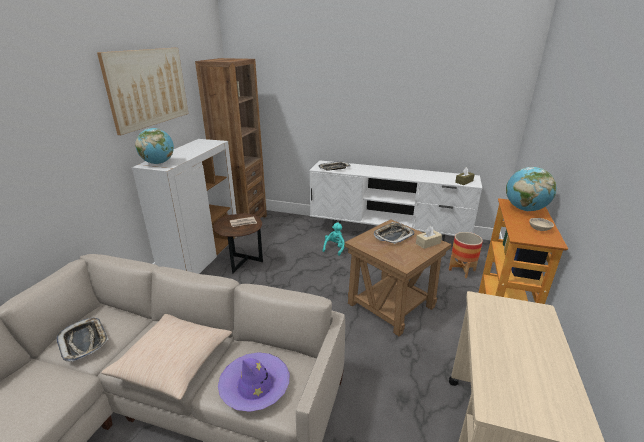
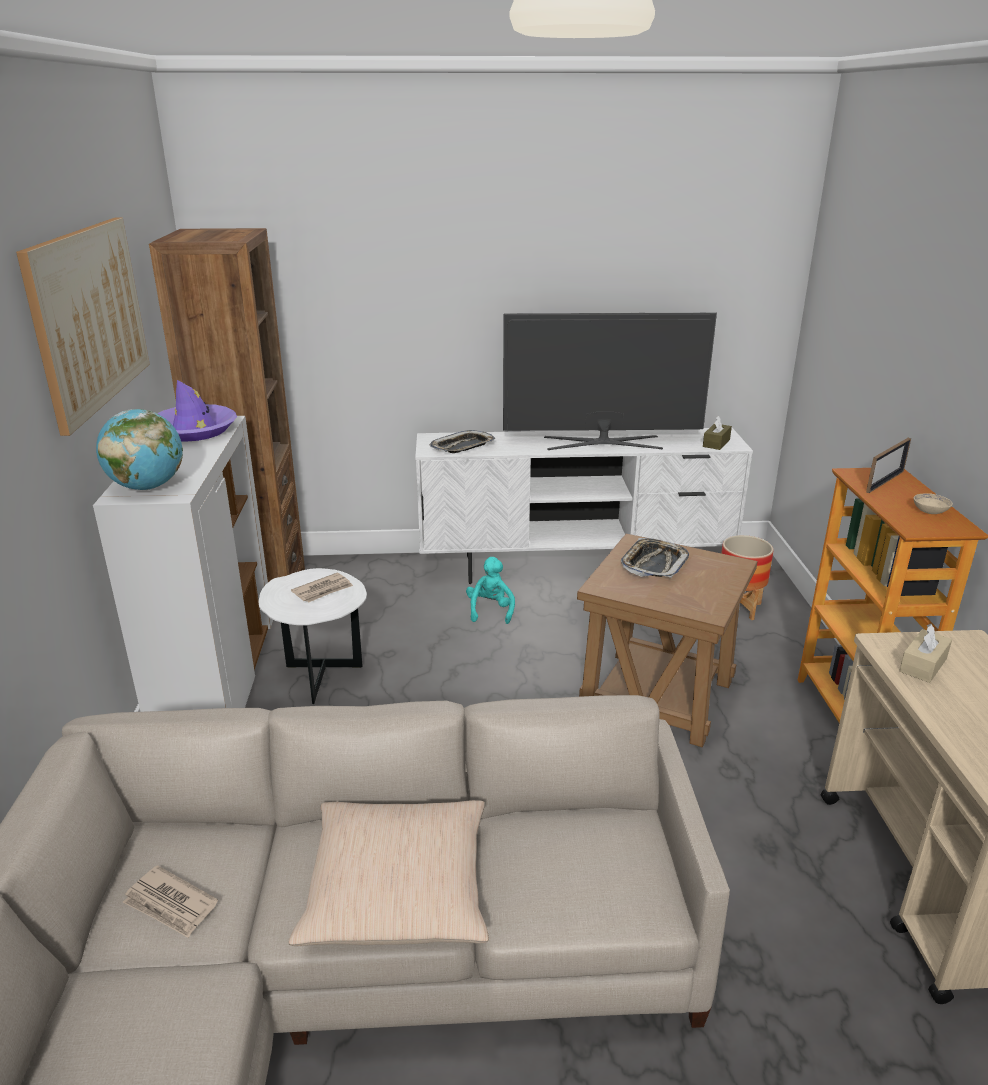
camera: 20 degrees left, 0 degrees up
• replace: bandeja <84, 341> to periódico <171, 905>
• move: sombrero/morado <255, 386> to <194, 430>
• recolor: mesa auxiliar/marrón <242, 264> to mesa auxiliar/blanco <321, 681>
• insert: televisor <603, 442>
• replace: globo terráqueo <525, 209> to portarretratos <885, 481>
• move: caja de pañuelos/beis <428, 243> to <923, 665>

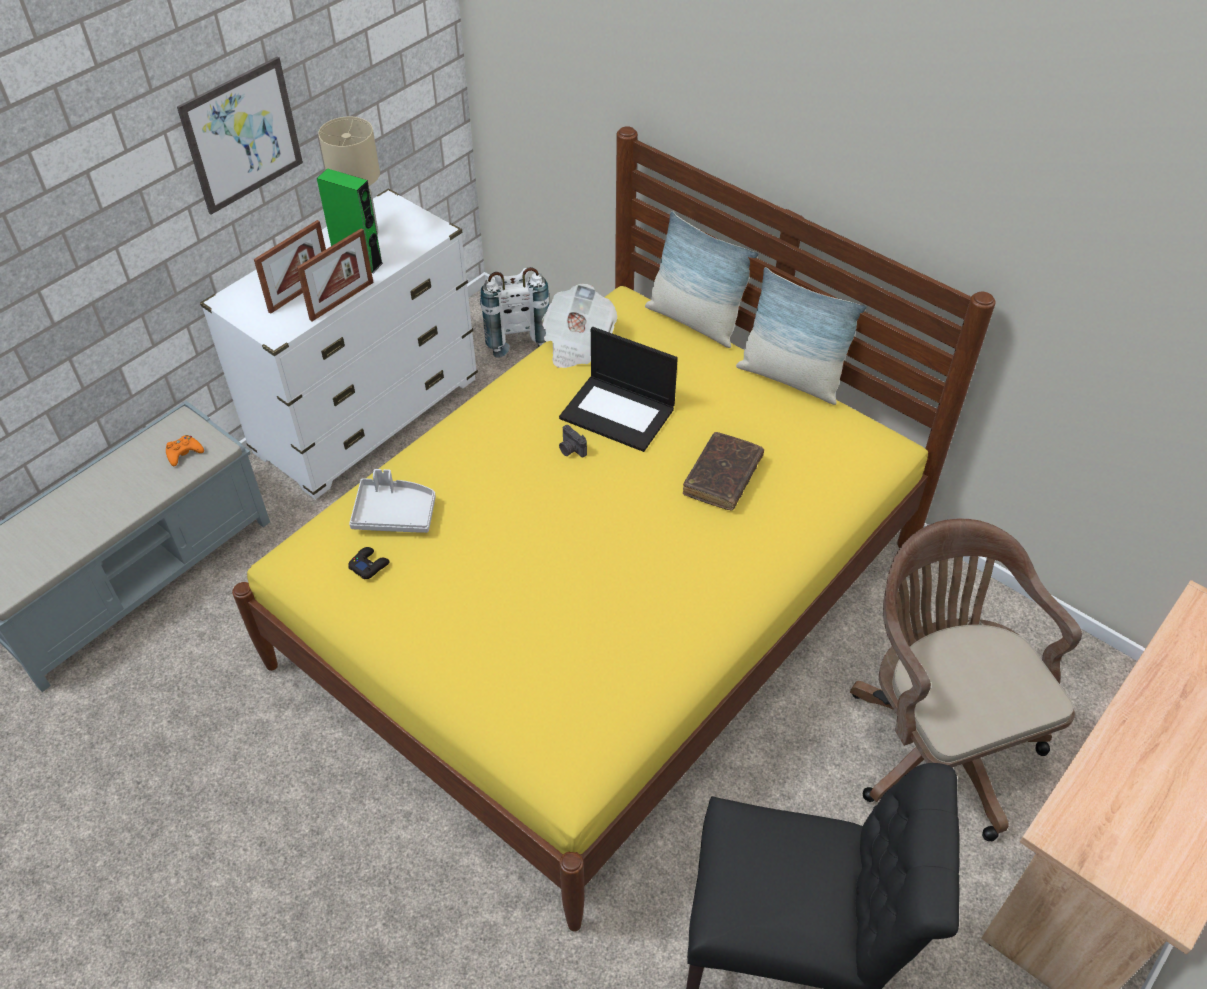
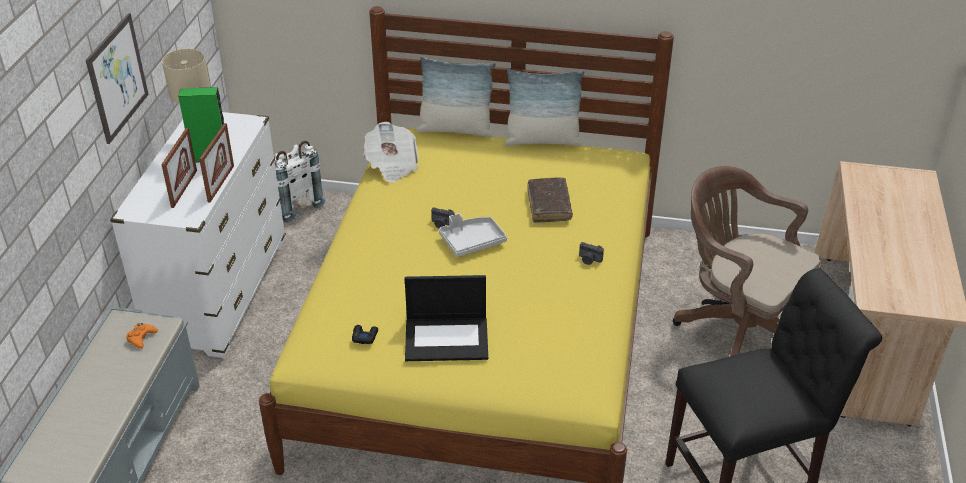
camera: 30 degrees left, 10 degrees down
• move: portátil <619, 413> to <447, 338>
• move: bandeja/gris <394, 513> to <472, 241>
• insert: cámara <589, 260>

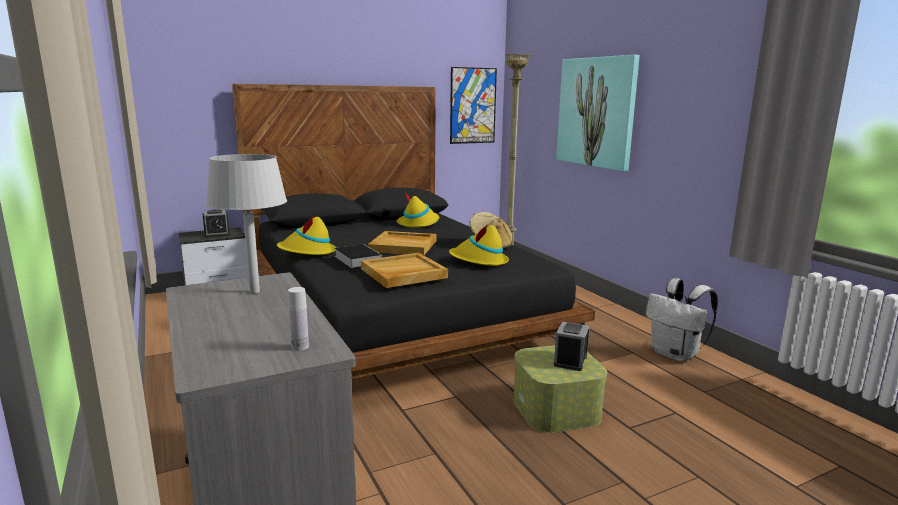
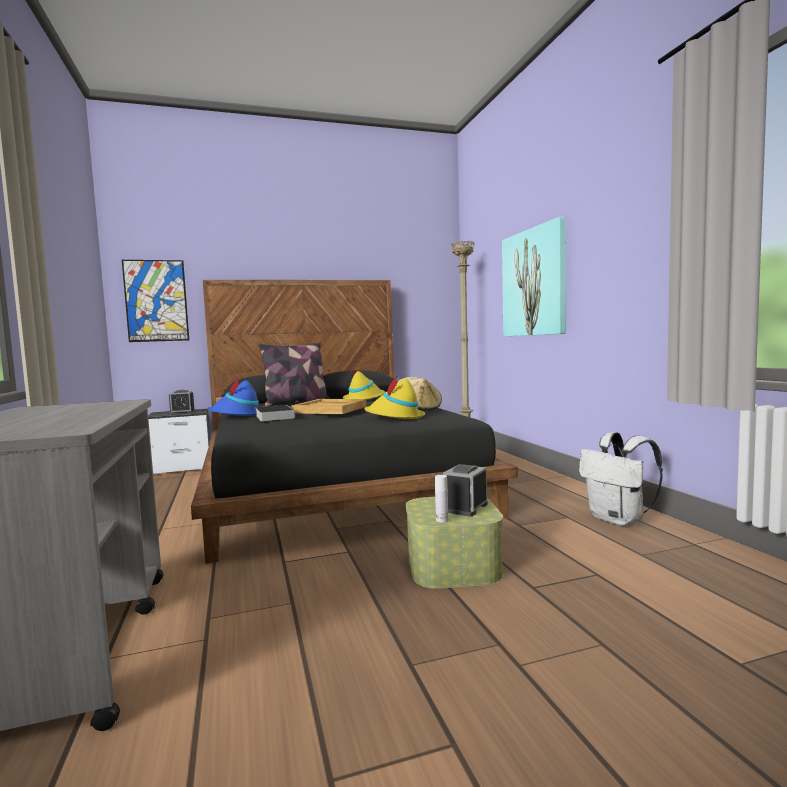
camera: 10 degrees right, 10 degrees down
• move: cuadro <473, 106> to <156, 301>
• recolor: sombrero/amarillo <307, 252> to sombrero/azul <237, 415>
• insert: cojín <296, 403>
• move: botella/blanco <300, 347> to <442, 520>
• delete: lámpara de mesa/gris <255, 291>
• delete: bandeja/beis <403, 273>

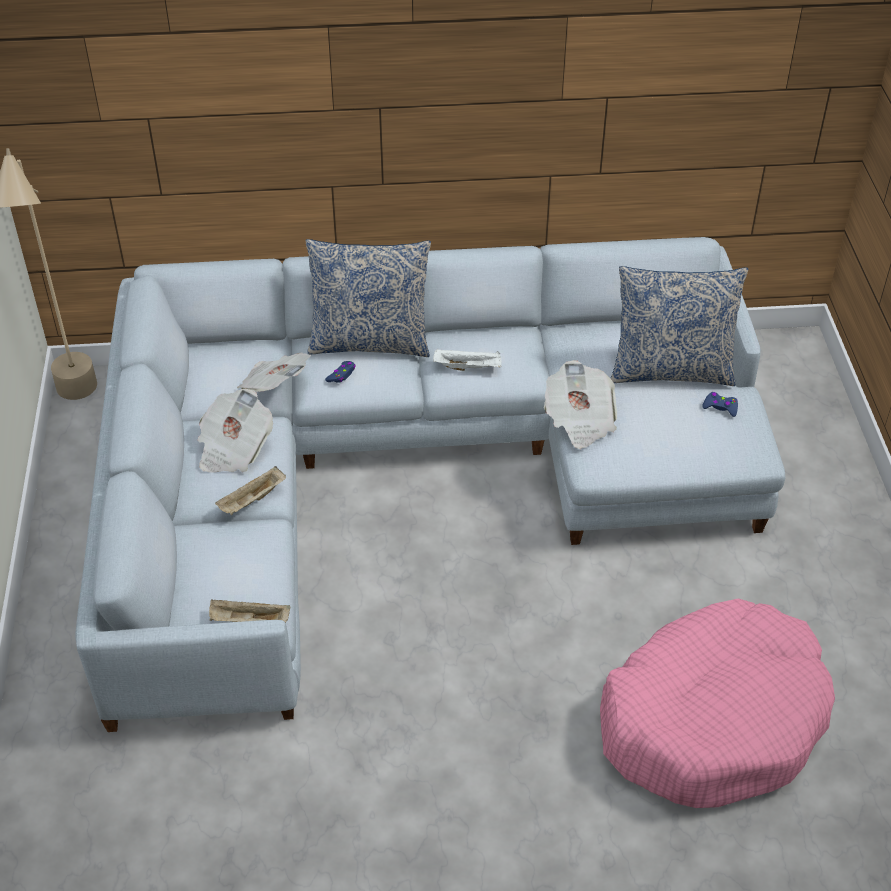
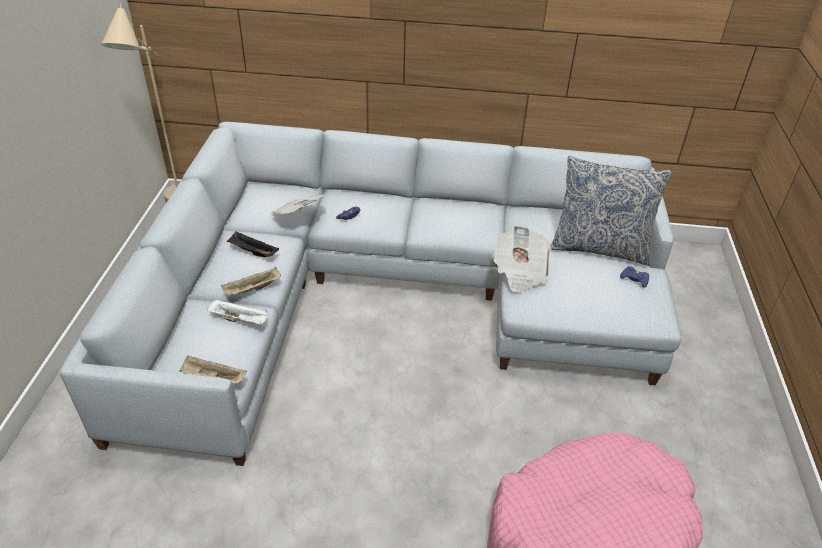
camera: 10 degrees right, 5 degrees down
• move: bandeja/blanco <468, 367> to <240, 319>
• replace: periódico <233, 448> to bandeja/negro <252, 252>
• delete: cojín <370, 342>

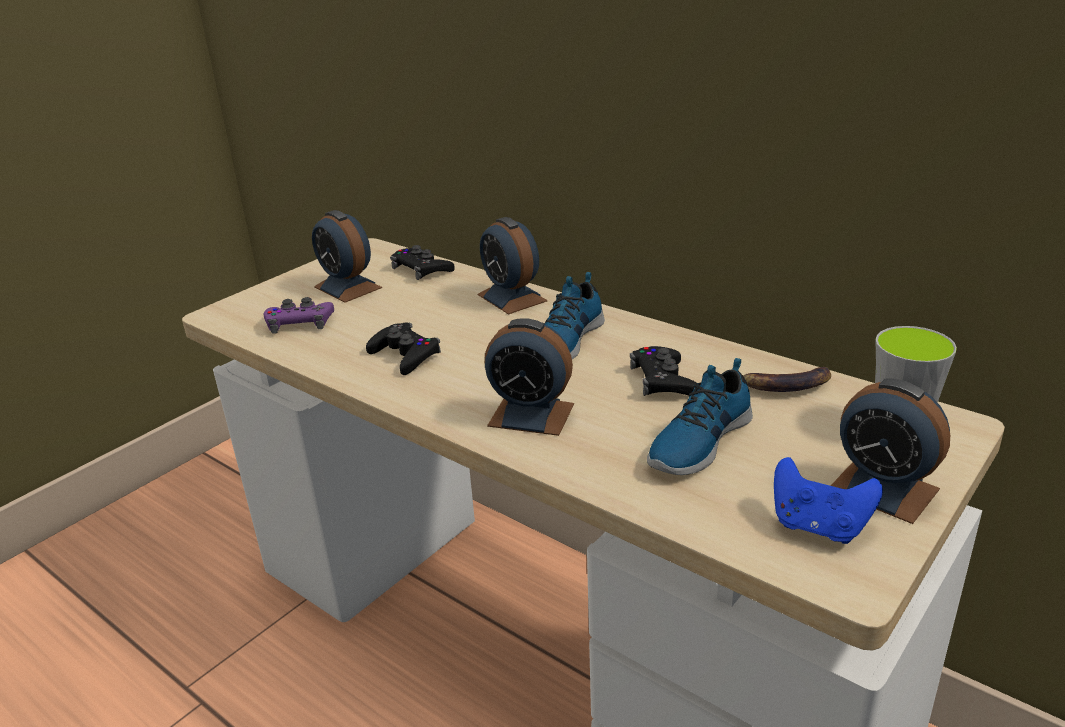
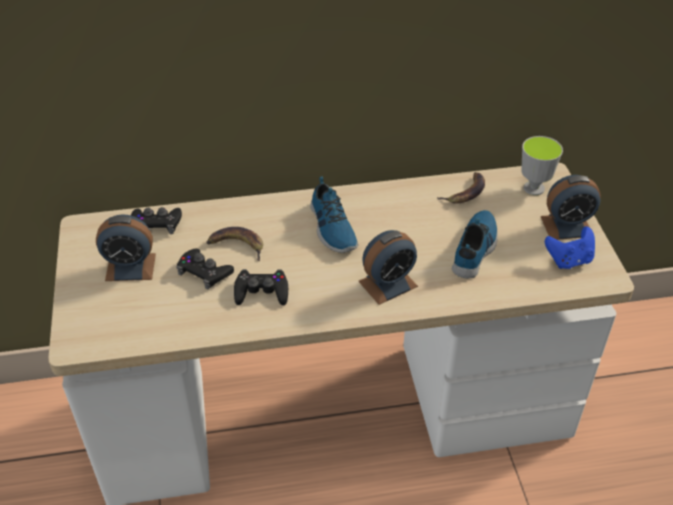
camera: 50 degrees left, 15 degrees up
• move: mando de consola/negro <663, 380> to <204, 272>
• insert: plátano <236, 245>
• rotate: zapato <698, 441> = <476, 248> 150 degrees counterclockwise
• delete: mando de consola/morado <300, 323>
• delete: despertador <512, 298>

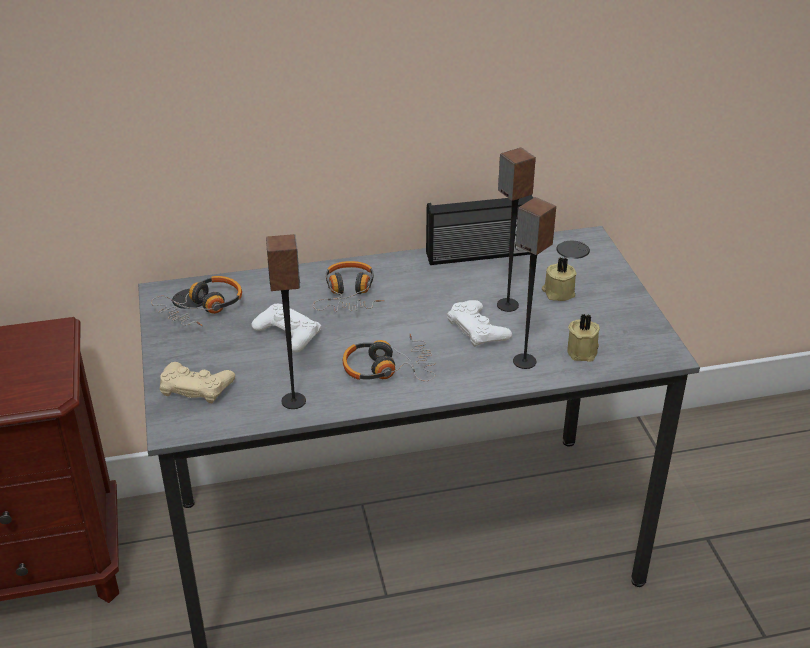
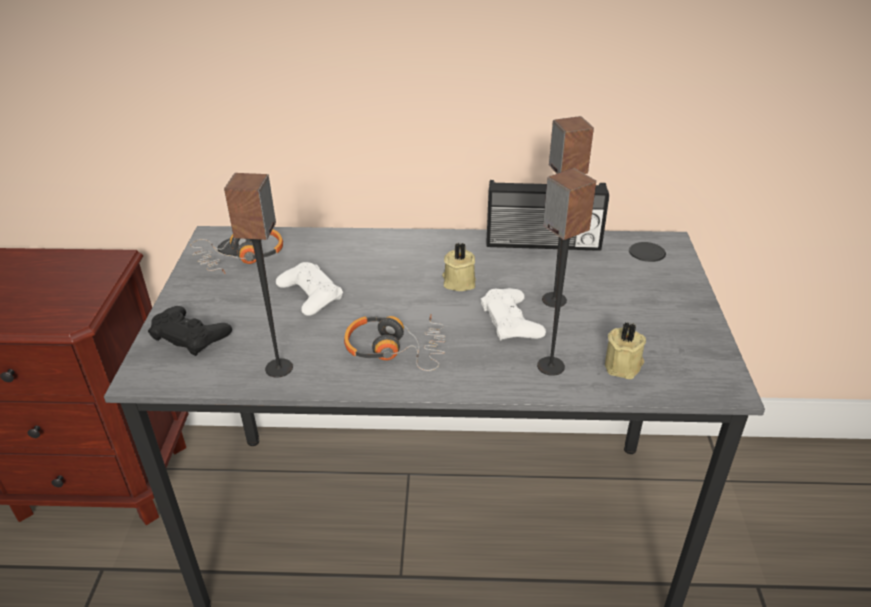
camera: 15 degrees right, 0 degrees up
• recolor: mando de consola/beis <196, 387> to mando de consola/negro <190, 335>
• move: vela/beis <558, 292> to <458, 282>
• delete: auriculares <349, 295>

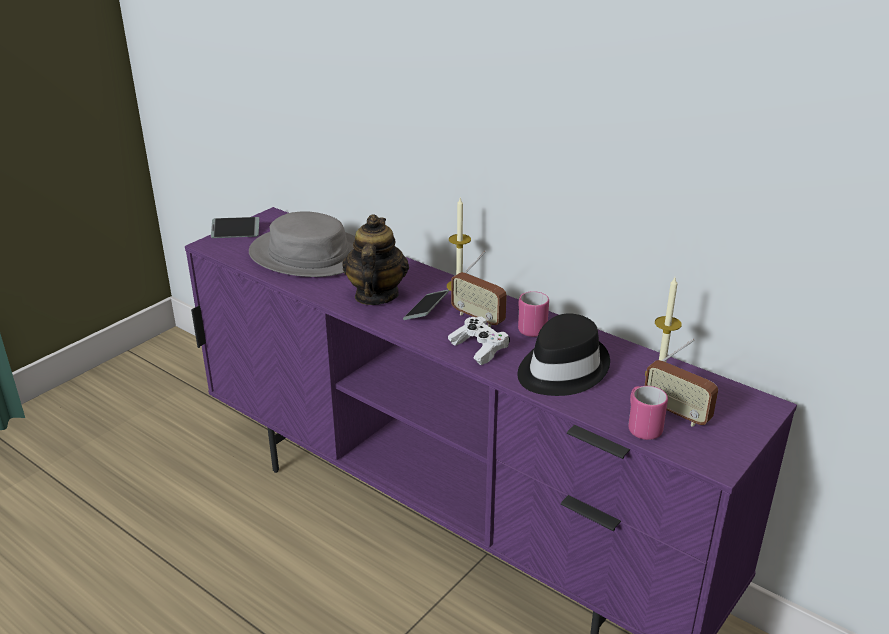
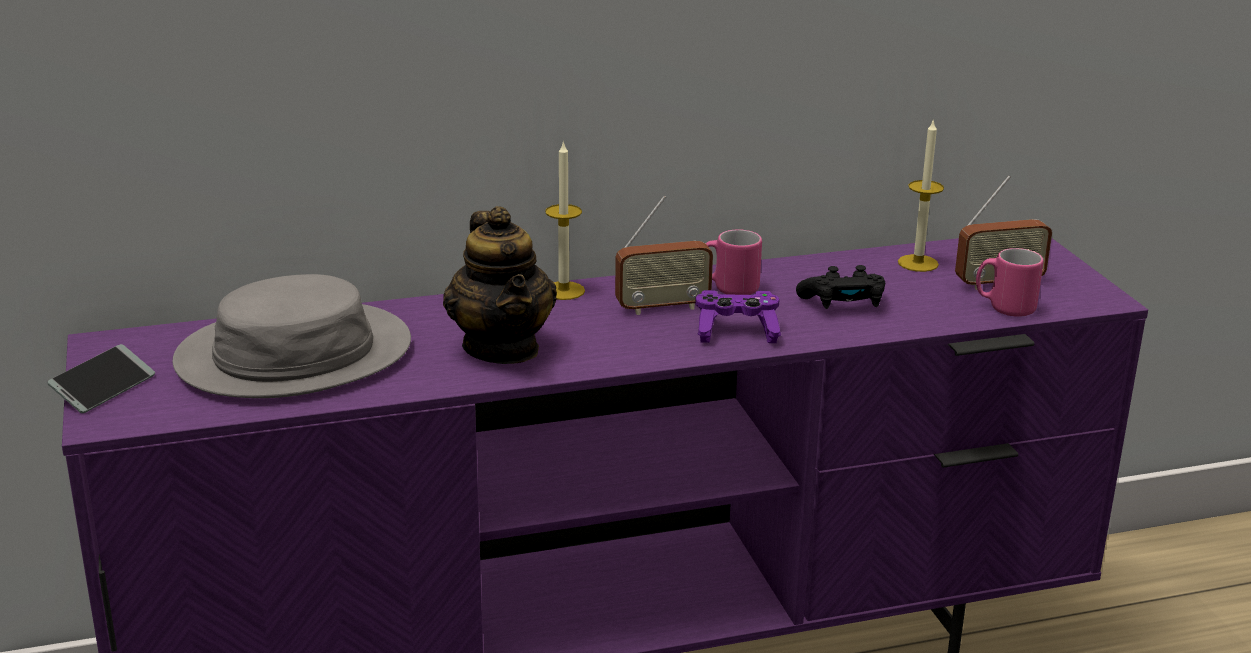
camera: 55 degrees left, 5 degrees down
• rotate: tetera <376, 295> = <502, 348> 150 degrees counterclockwise
• recolor: mando de consola/blanco <479, 348> to mando de consola/morado <736, 331>
• replace: sombrero/negro <561, 369> to mando de consola/negro <843, 305>
• delete: móvil <426, 310>

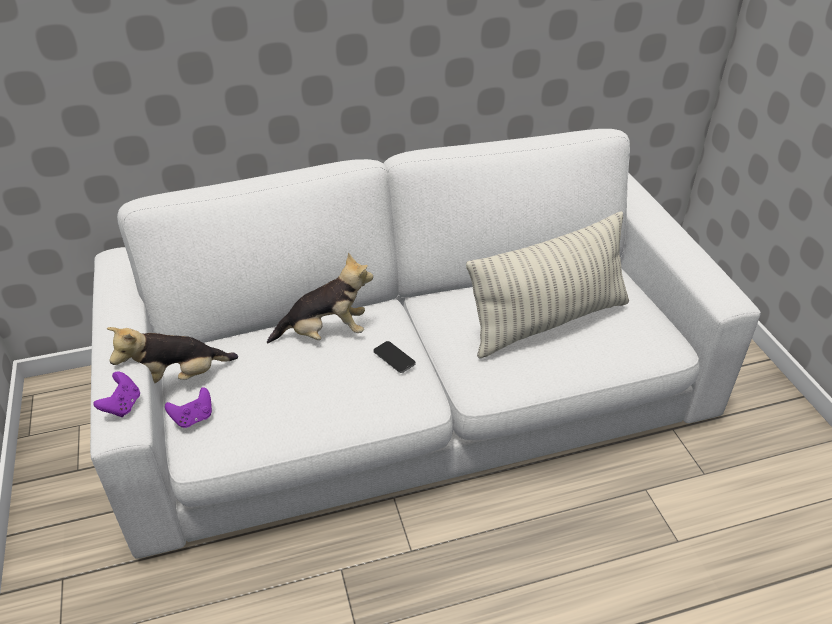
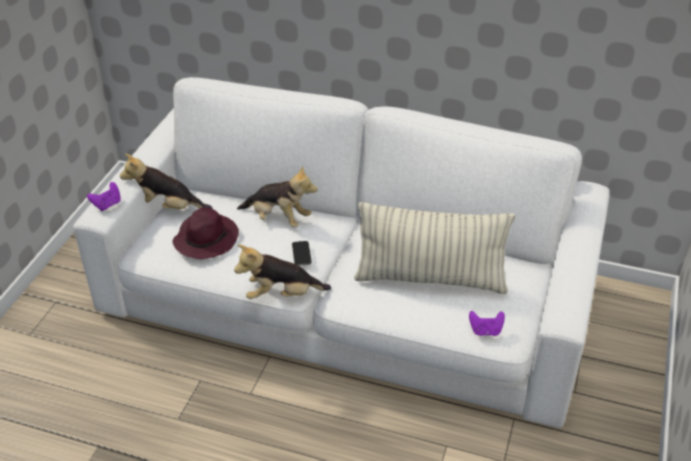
camera: 35 degrees right, 0 degrees up
• insert: sombrero/morado <206, 238>
• insert: peluche <282, 295>
• move: mando de consola/morado <193, 418> to <485, 331>

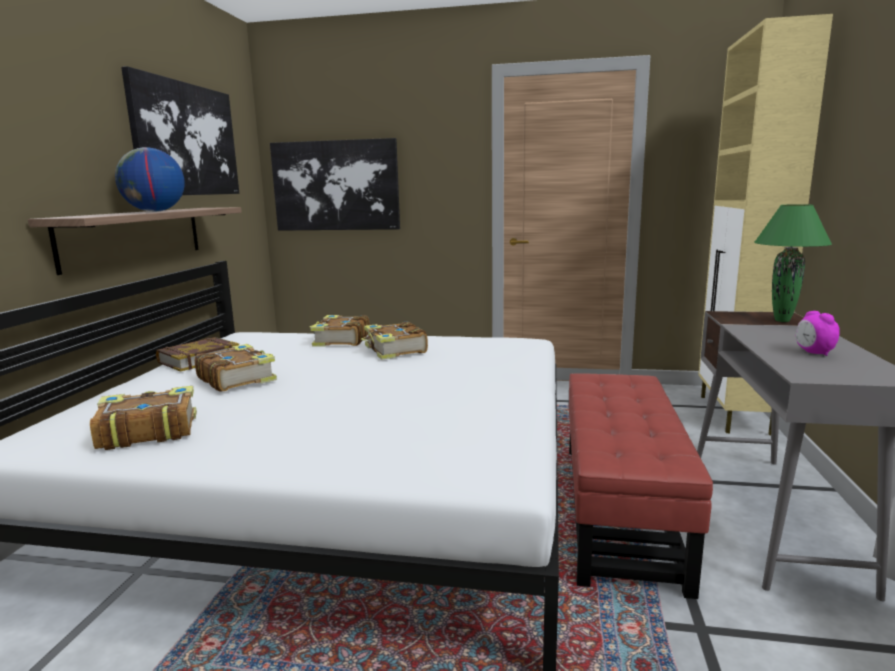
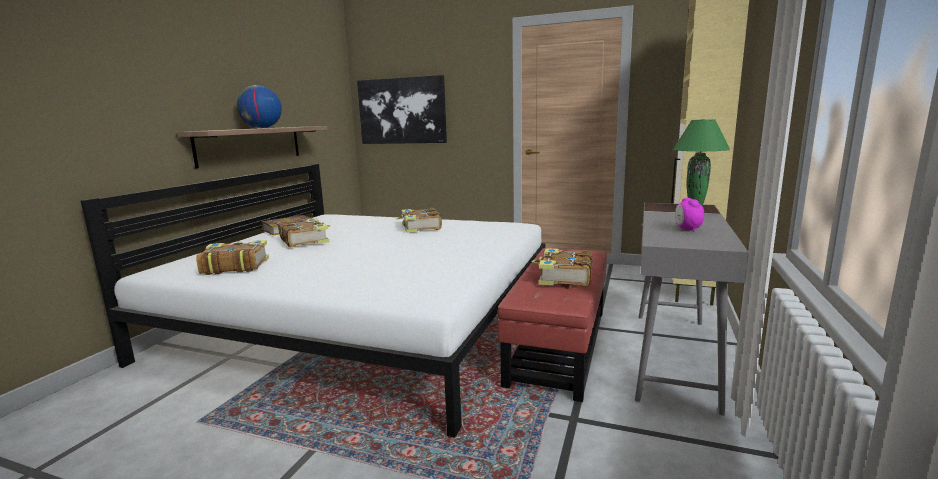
camera: 10 degrees right, 0 degrees up
• move: libro <340, 340> to <564, 277>
• delete: cuadro <186, 140>

